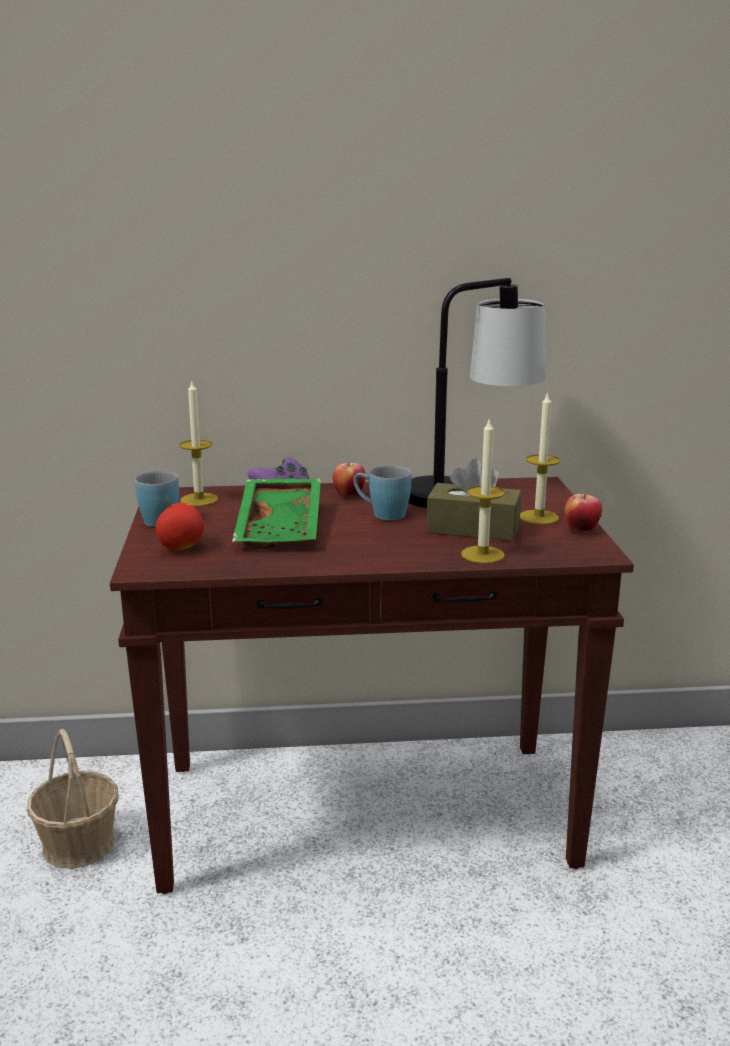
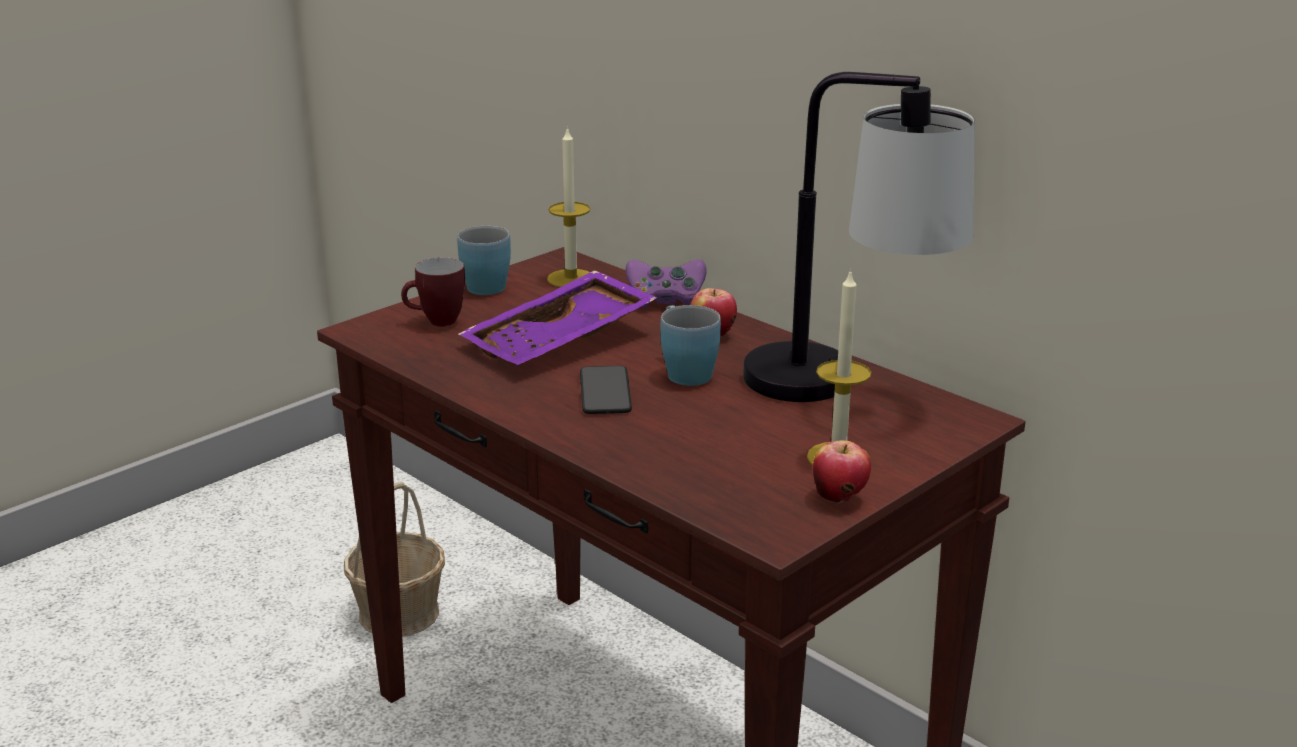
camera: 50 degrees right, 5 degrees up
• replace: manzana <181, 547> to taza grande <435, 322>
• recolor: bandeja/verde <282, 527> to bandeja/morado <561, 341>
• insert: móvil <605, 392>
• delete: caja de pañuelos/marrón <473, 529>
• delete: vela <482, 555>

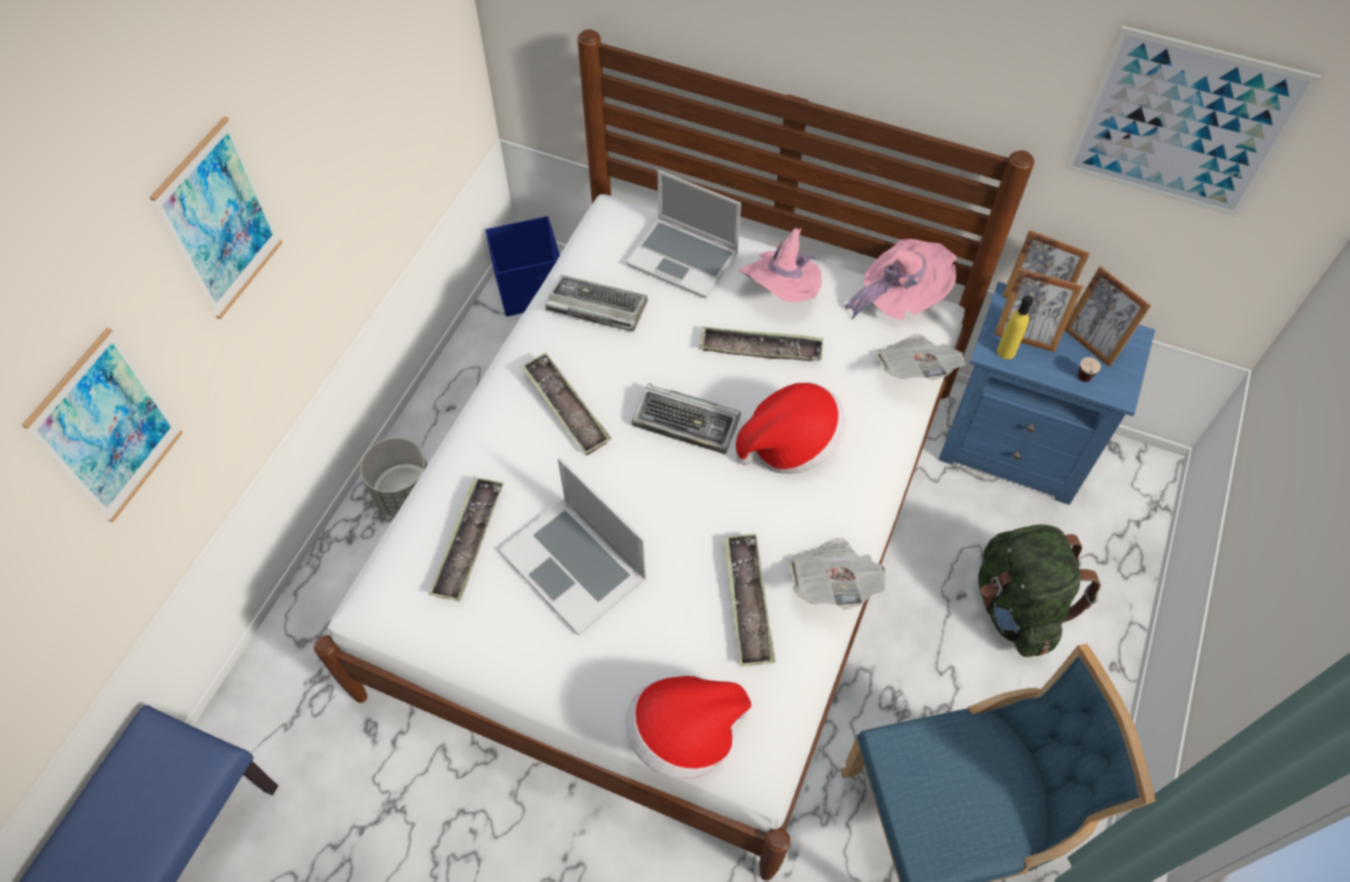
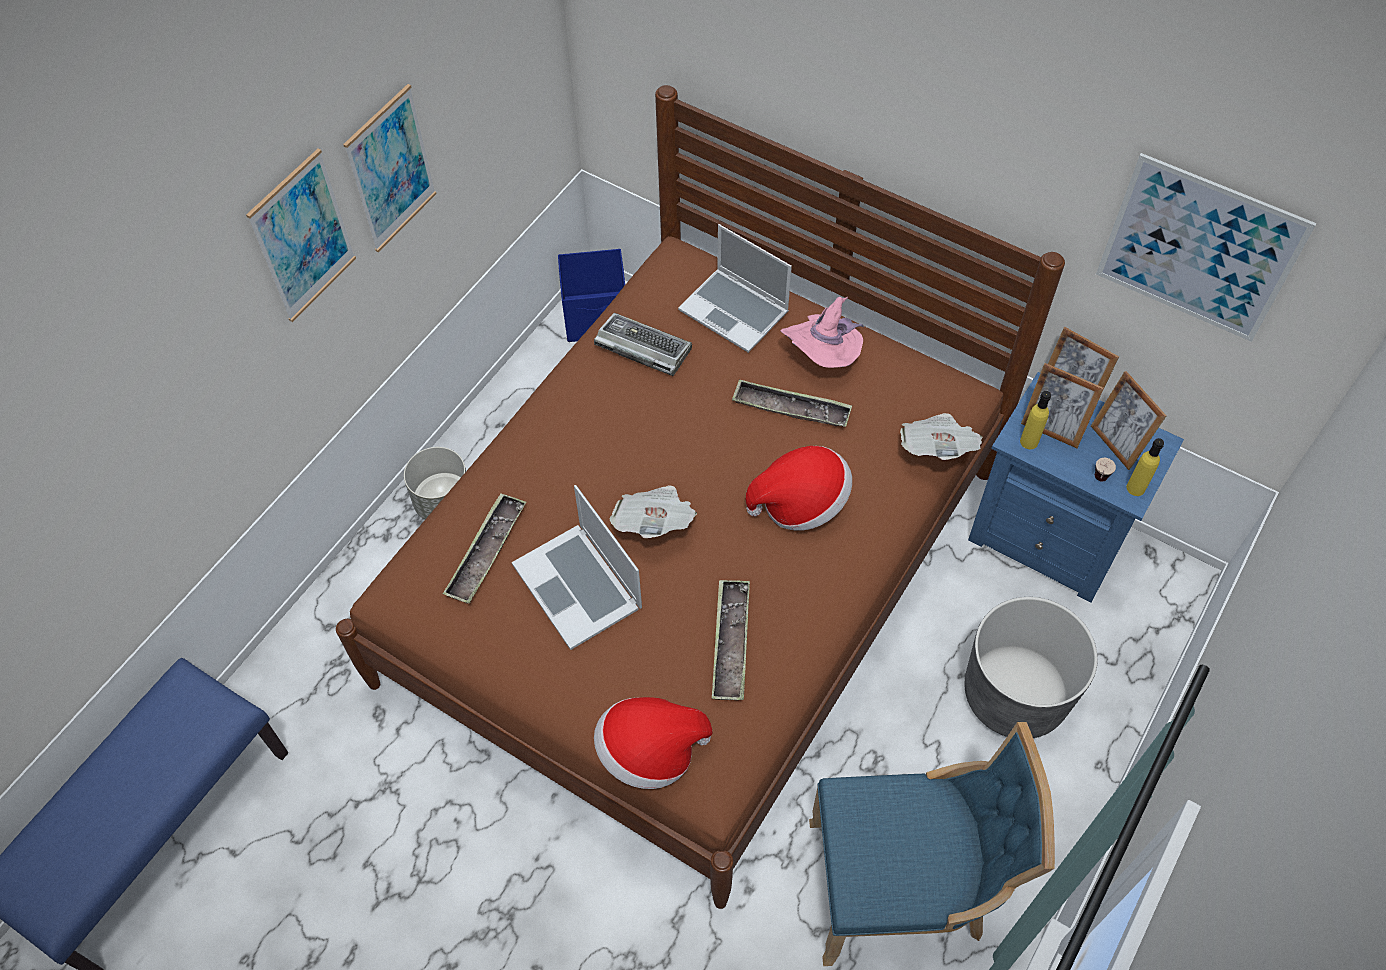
camera: 10 degrees right, 0 degrees up
• recolor: cama/blanco <674, 532> to cama/marrón <693, 574>
• move: cuadro <108, 428> to <391, 169>
• move: periódico <833, 583> to <655, 522>
• replace: mochila/verde <1016, 607> to maceta/gris <1014, 694>
• insert: botella/amarillo <1135, 488>
• delete: bandeja <566, 408>
• delete: teclado <687, 423>
• delete: sombrero/rosa <899, 297>

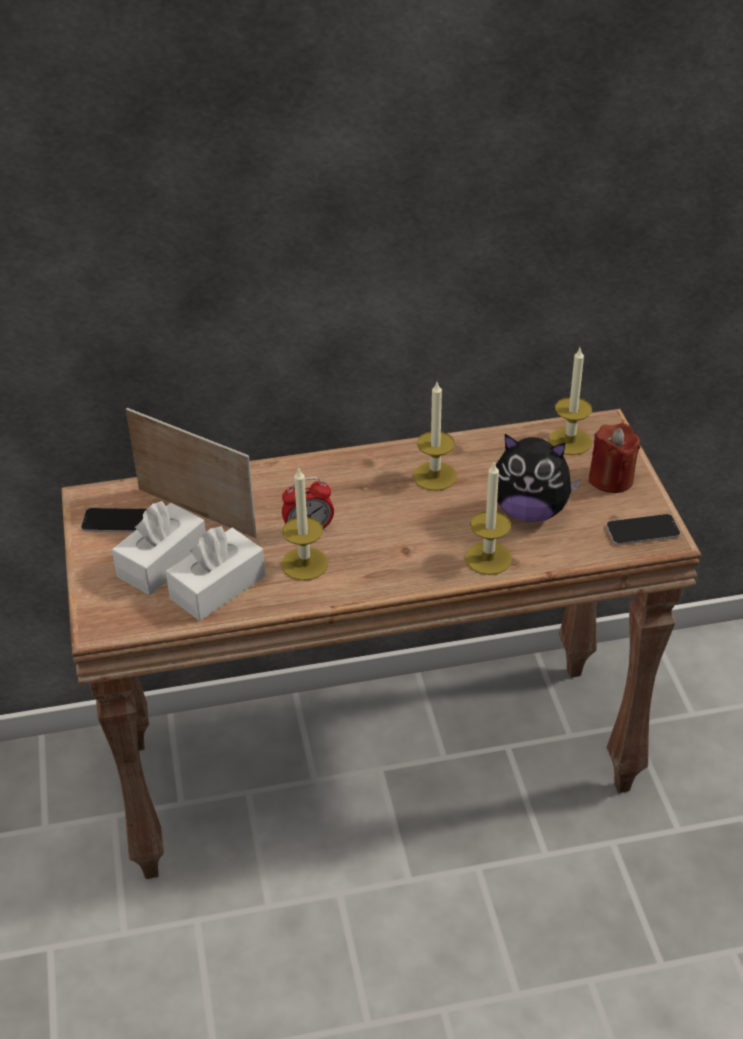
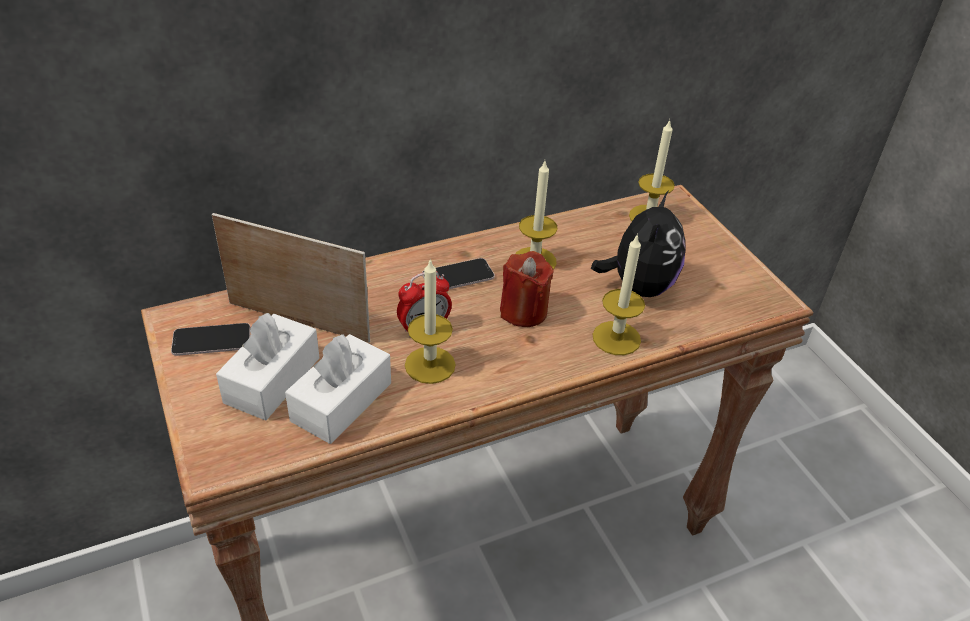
camera: 15 degrees left, 0 degrees up
• move: móvil <642, 530> to <458, 276>
• move: vela/rojo <611, 479> to <523, 311>
• rotate: peluche <530, 511> = <638, 286> 75 degrees counterclockwise

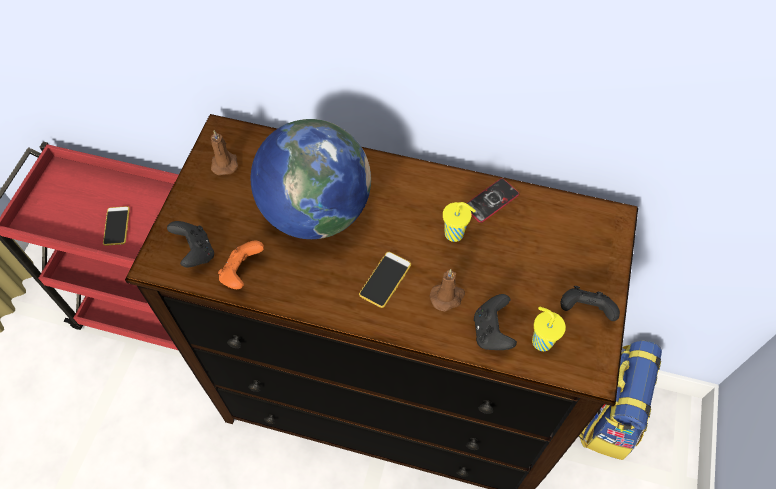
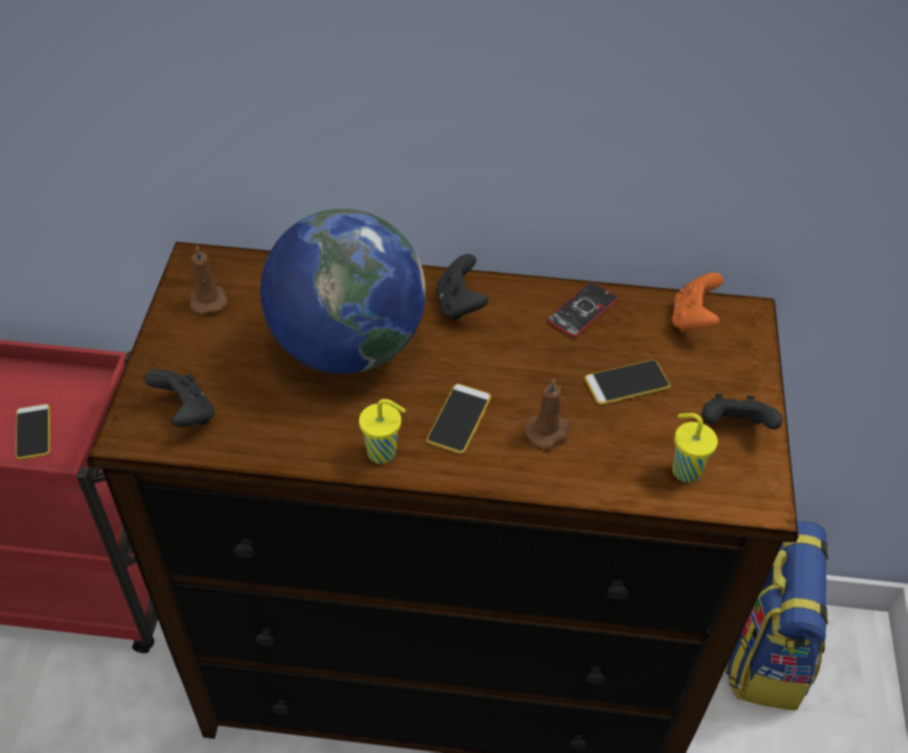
camera: 10 degrees left, 10 degrees down
• move: taza/amarillo <455, 234> to <383, 453>
• move: mando de consola/negro <491, 332> to <459, 304>
• insert: móvil <627, 383>
• move: mando de consola/naranja <242, 273> to <693, 319>

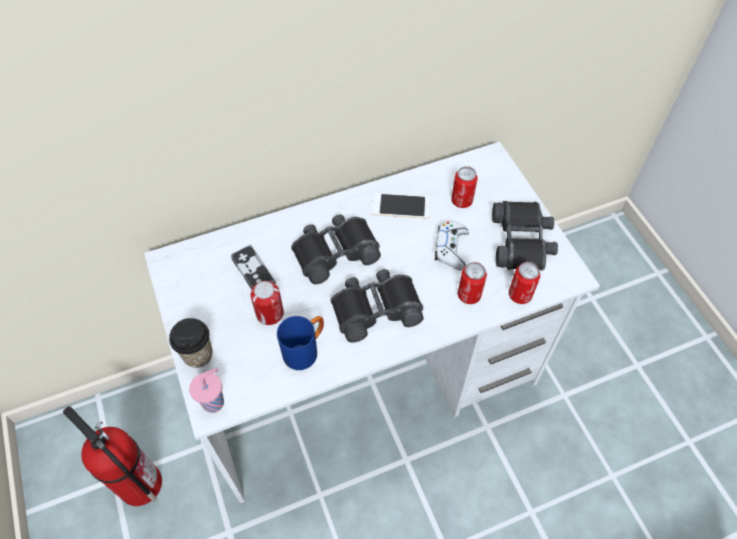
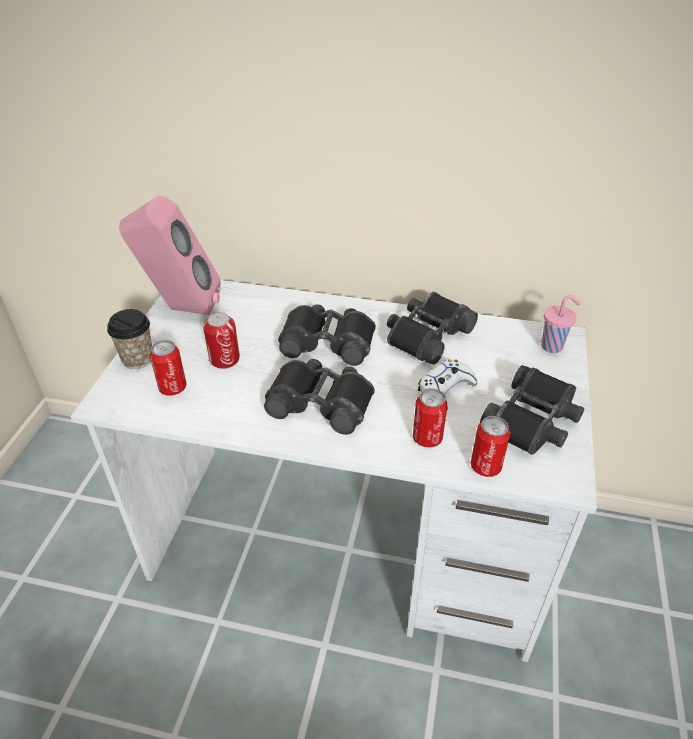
camera: 35 degrees right, 15 degrees down
• insert: altavoz/rosa <180, 309>
• move: lata <461, 201> to <173, 388>
• replace: móvil <401, 206> to prismáticos/negro <427, 335>
• move: taza/rosa <214, 402> to <553, 346>
• delete: extintor <139, 483>
• delete: mando de consola <253, 272>
• delete: taza grande/azul <305, 350>

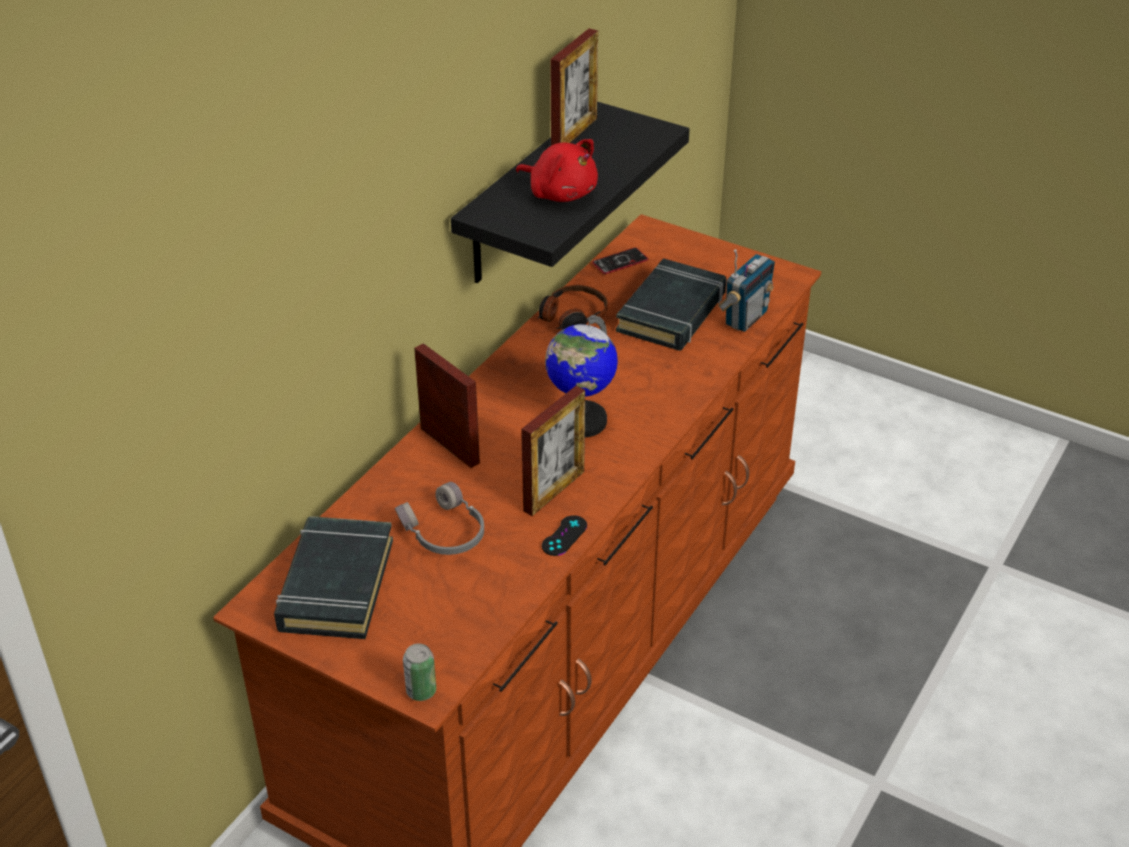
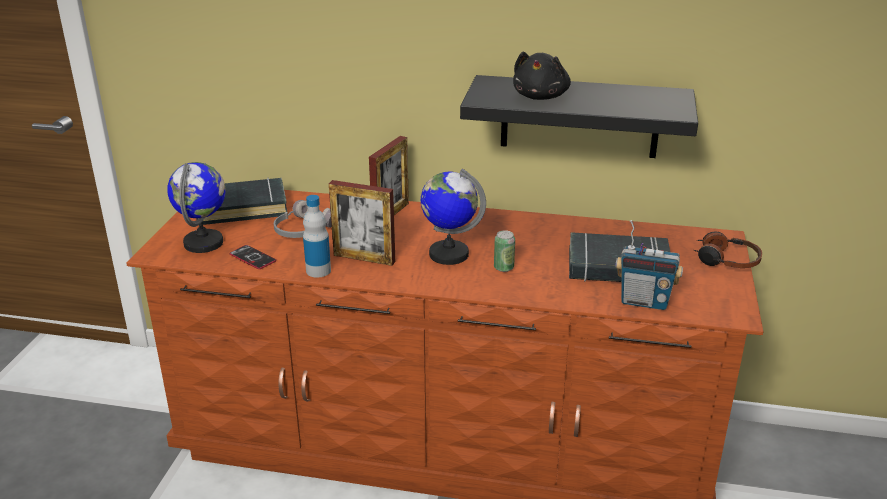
camera: 70 degrees right, 10 degrees down
• insert: globo terráqueo <204, 243>
• move: móvil <620, 262> to <252, 258>
• replace: mando de consola/negro <564, 536> to botella <318, 271>
• move: lata <421, 691> to <503, 268>
• recolor: peluche/rojo <560, 193> to peluche/negro <541, 96>
• move: auriculares <572, 317> to <726, 260>
• delete: portarretratos <574, 133>

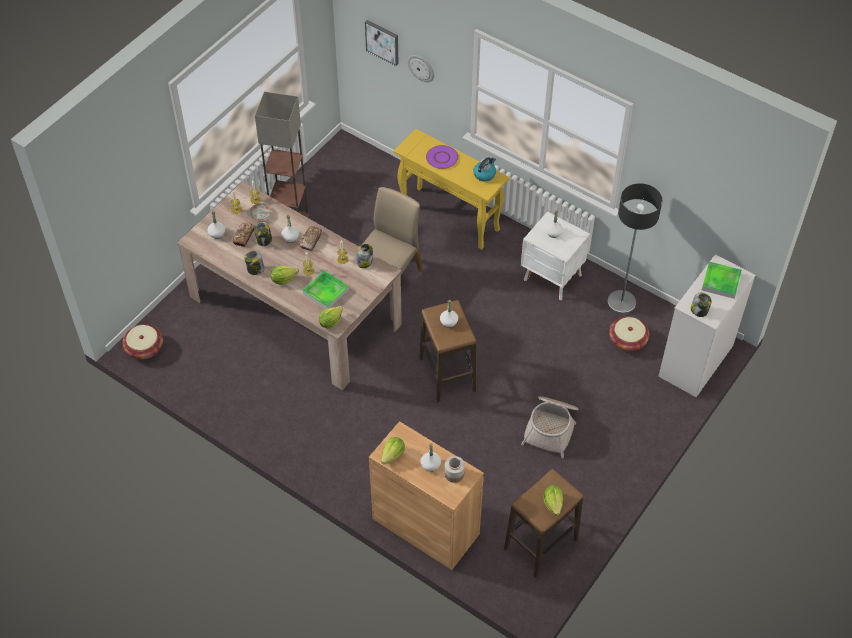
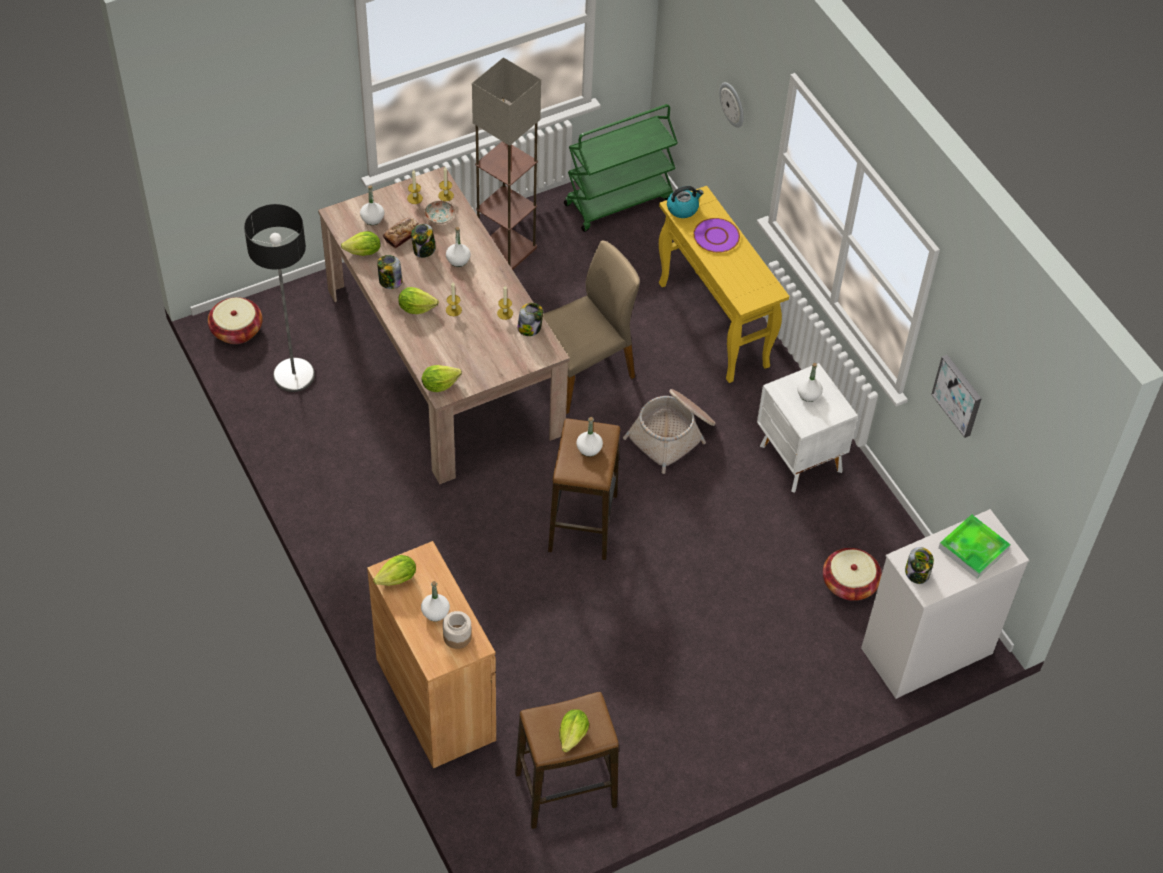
camera: 25 degrees right, 0 degrees up
• move: lámpara de pie <621, 302> to <293, 375>
• insert: lechuga <363, 252>
• insert: carrito/verde <619, 201>
• move: cesta <551, 427> to <672, 435>
• move: hervidor <484, 174> to <683, 208>
• move: cuadro <383, 42> to <958, 395>
• delete: pan <311, 240>
• delete: bandeja <325, 292>

